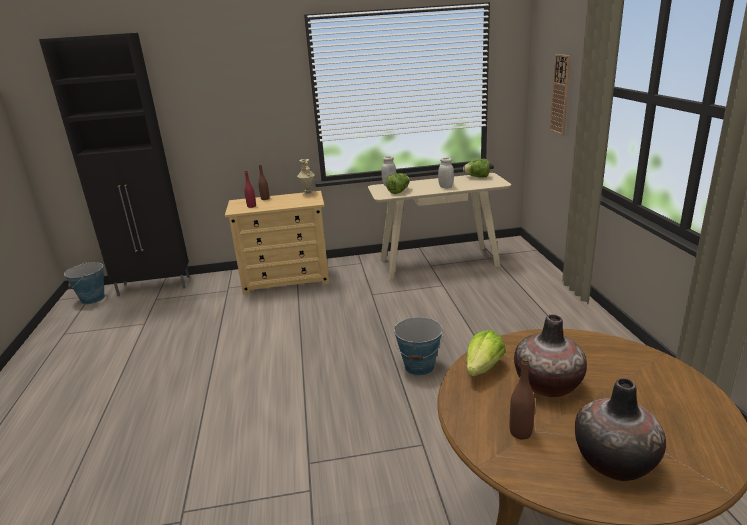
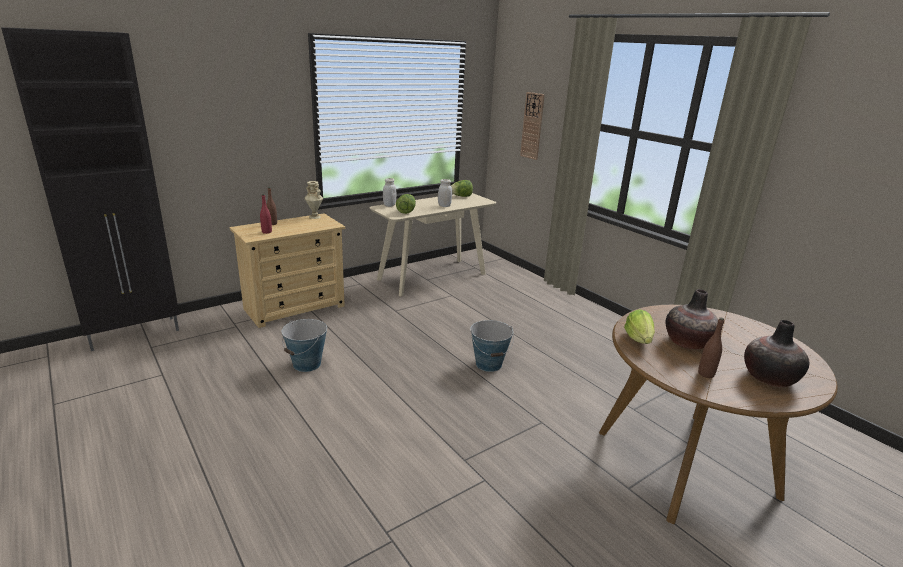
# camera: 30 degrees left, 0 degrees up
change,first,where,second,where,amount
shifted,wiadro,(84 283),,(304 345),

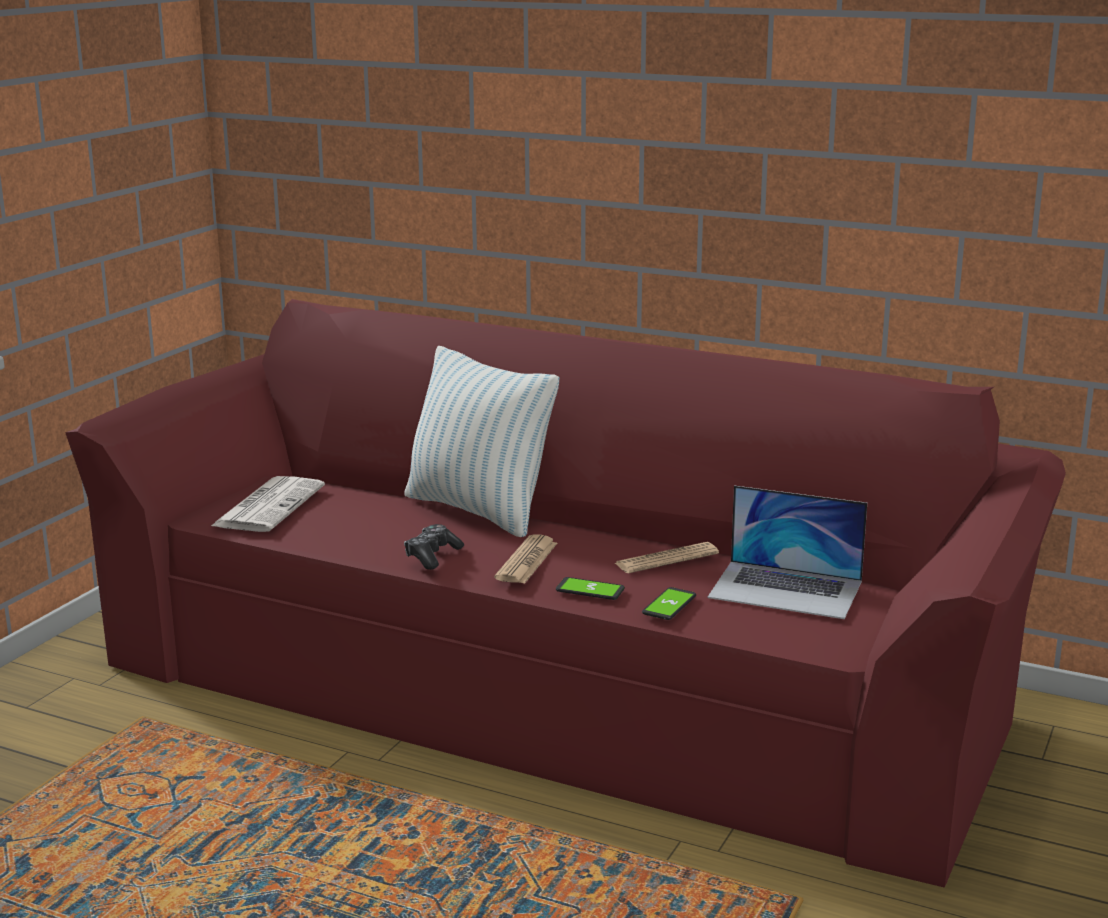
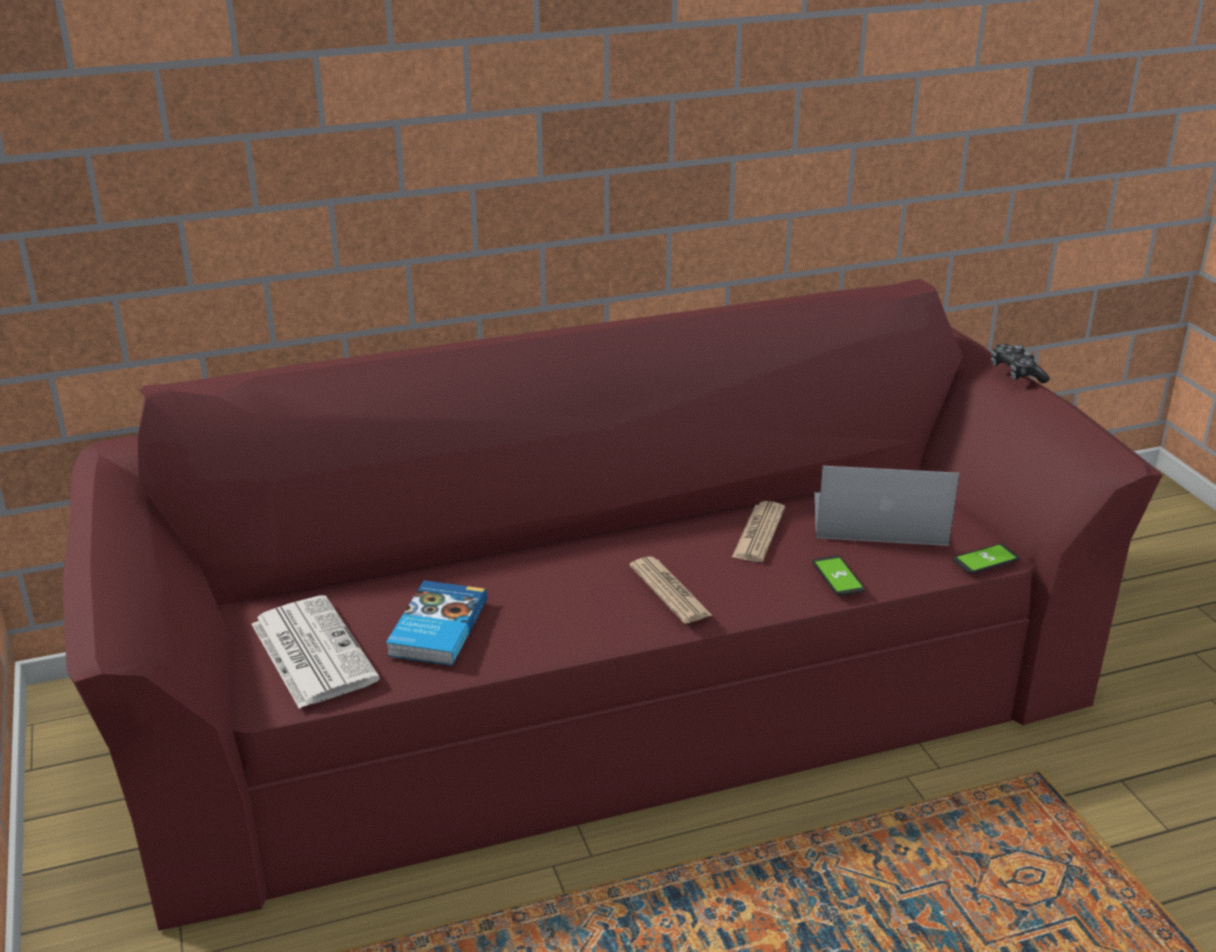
# camera: 45 degrees left, 10 degrees up
change,first,where,second,where,amount
gone,poduszka,(482 441),,,
new,,,książka,(436 623),
shifted,pad do gier,(434 547),,(1020 363),
shifted,telefon,(590 588),,(986 559),
rotated,laptop,(787 552),,(886 506),150 degrees counterclockwise

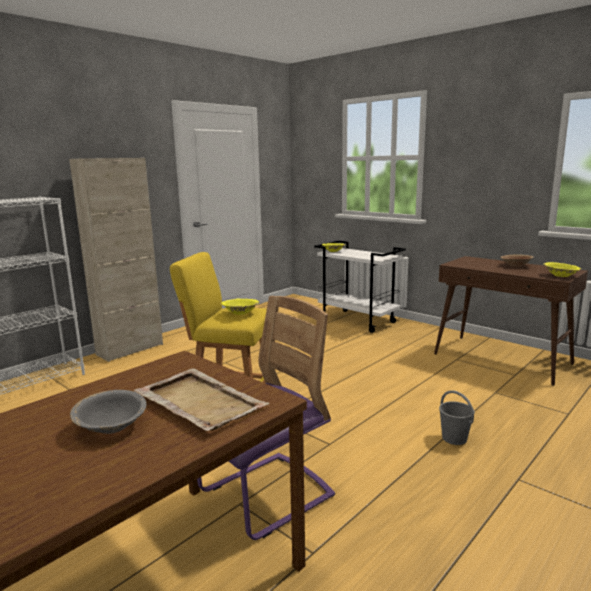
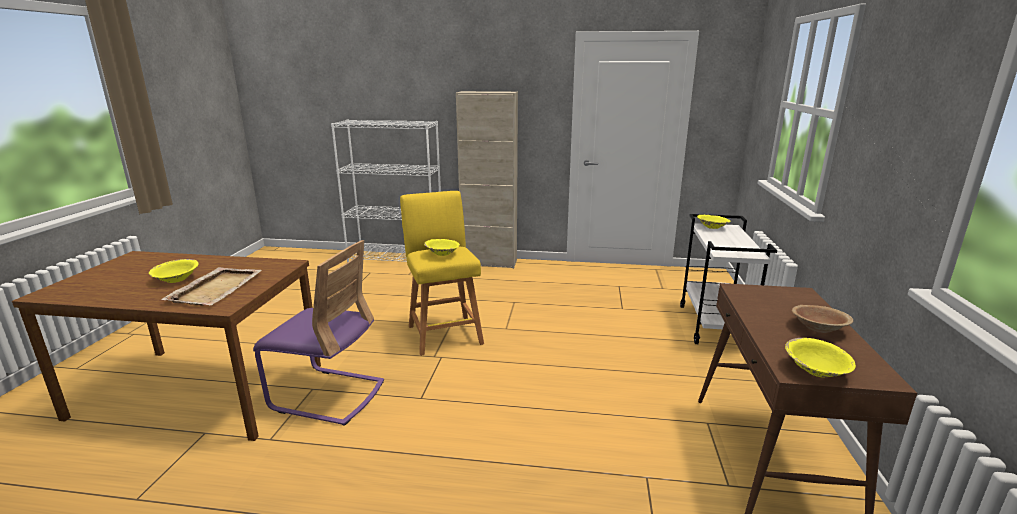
# camera: 55 degrees right, 5 degrees up
change,first,where,second,where,amount
gone,wiadro/szary,(457 417),,,
repainted,miska/szary,(108 412),miska/żółty,(174 271),

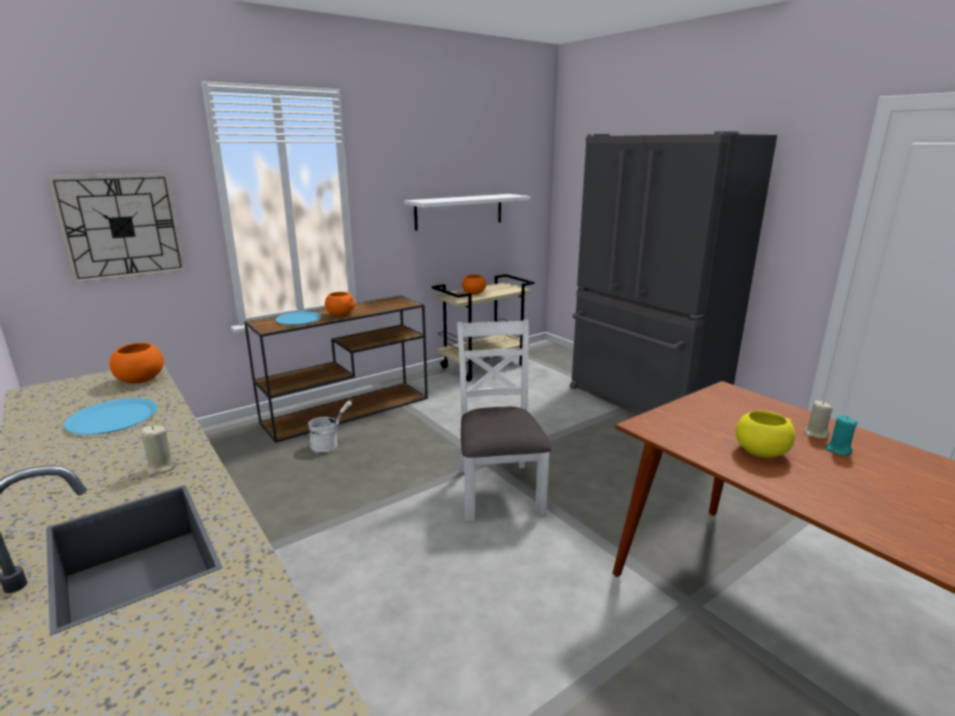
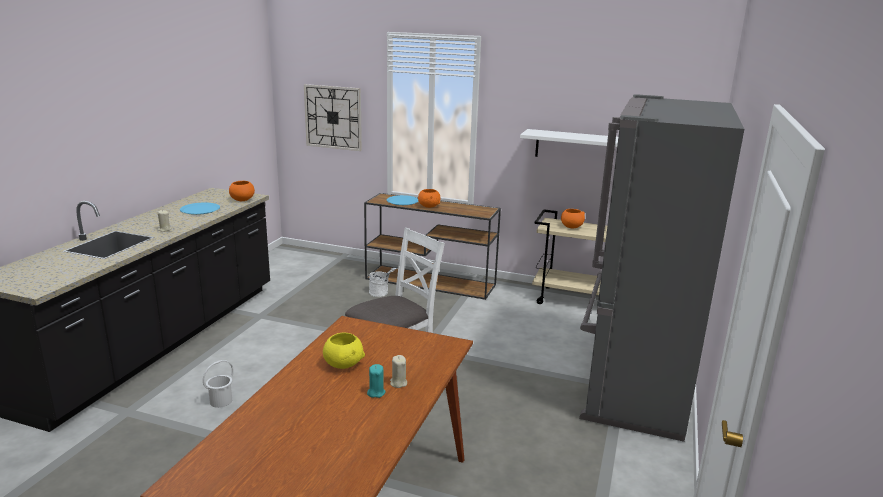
# camera: 55 degrees right, 0 degrees up
change,first,where,second,where,amount
new,,,wiadro/biały,(218 384),

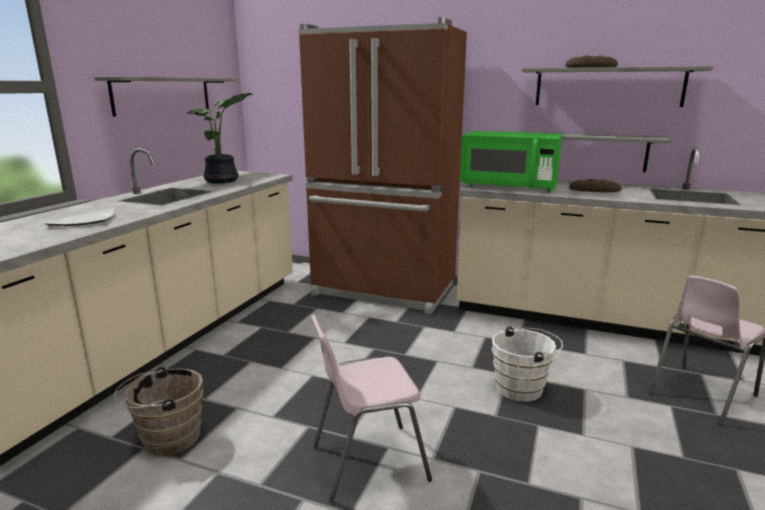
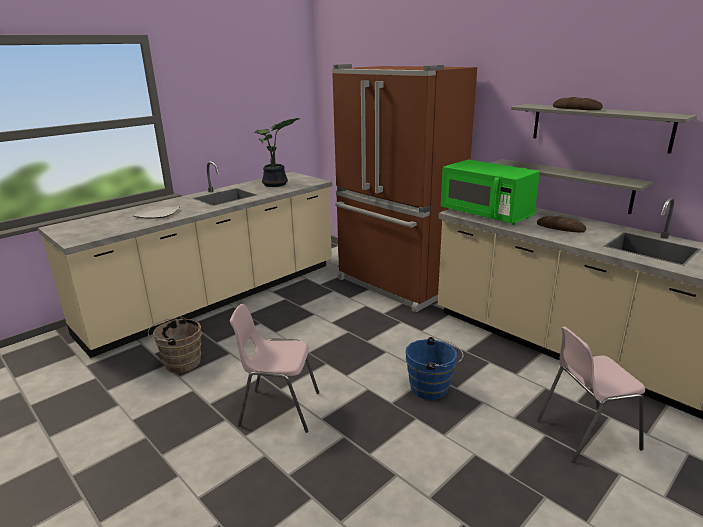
# camera: 25 degrees right, 5 degrees up
change,first,where,second,where,amount
gone,półka/szary,(164 97),,,
repainted,wiadro/biały,(527 364),wiadro/niebieski,(434 368),

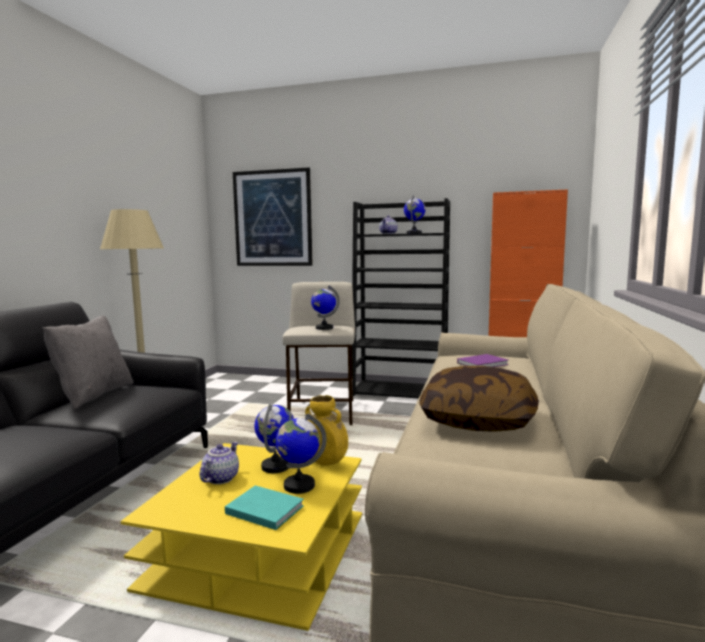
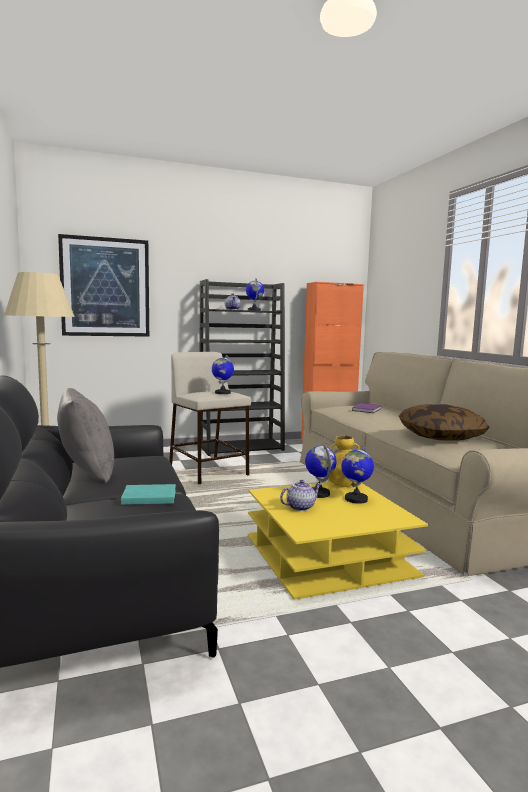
# camera: 35 degrees left, 0 degrees up
change,first,where,second,where,amount
shifted,książka/turkusowy,(264 507),,(148 494),
rotated,imbryk,(219 463),,(300 495),75 degrees clockwise

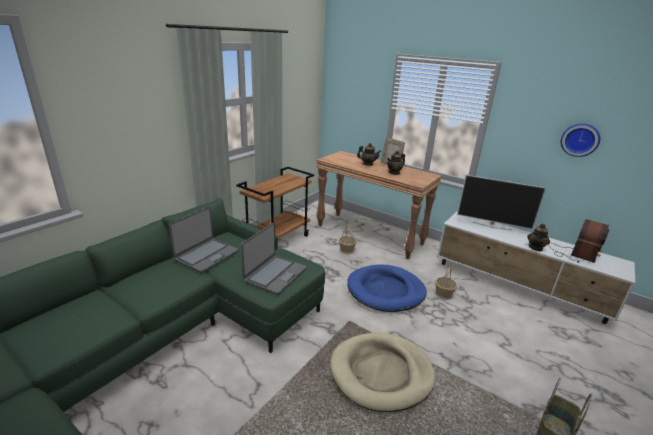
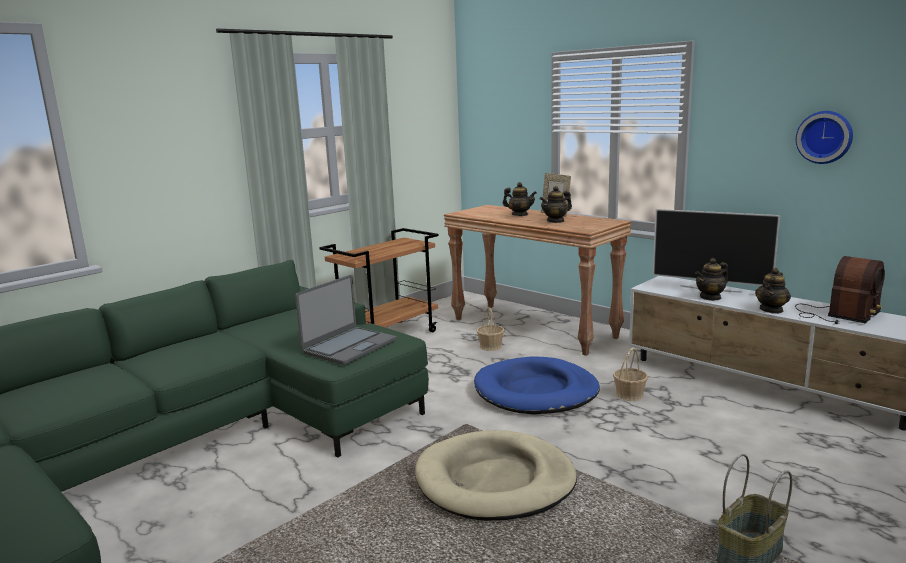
# camera: 10 degrees right, 10 degrees down
change,first,where,second,where,amount
gone,laptop,(204 240),,,
new,,,imbryk,(711 279),

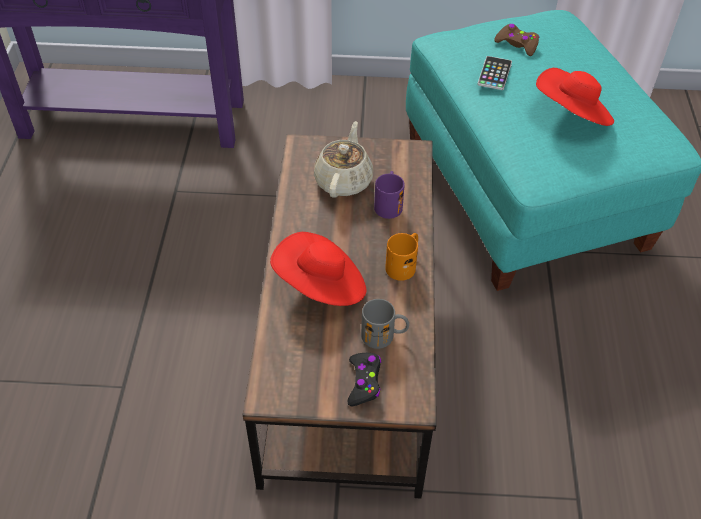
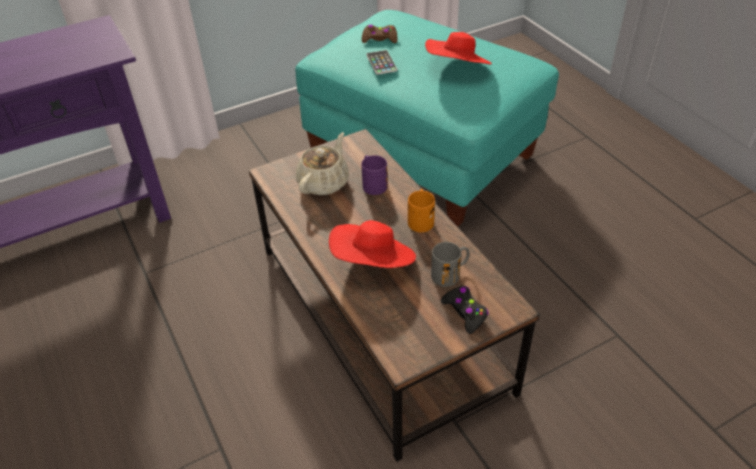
# camera: 30 degrees left, 5 degrees down
change,first,where,second,where,amount
rotated,imbryk/beżowy,(343 159),,(322 163),45 degrees clockwise

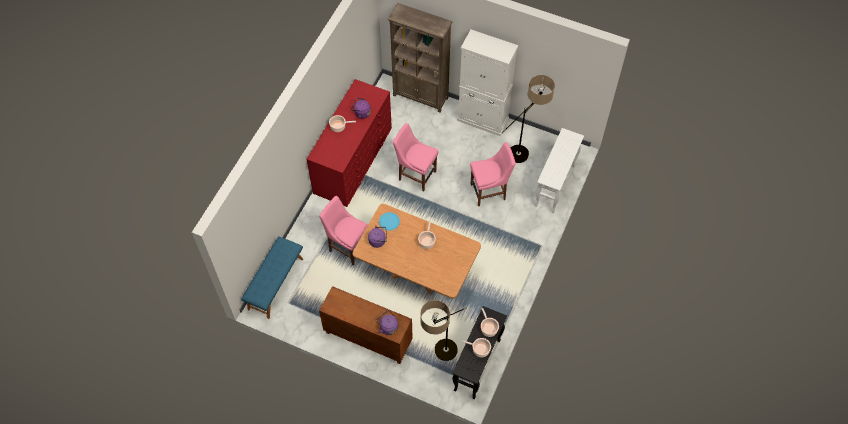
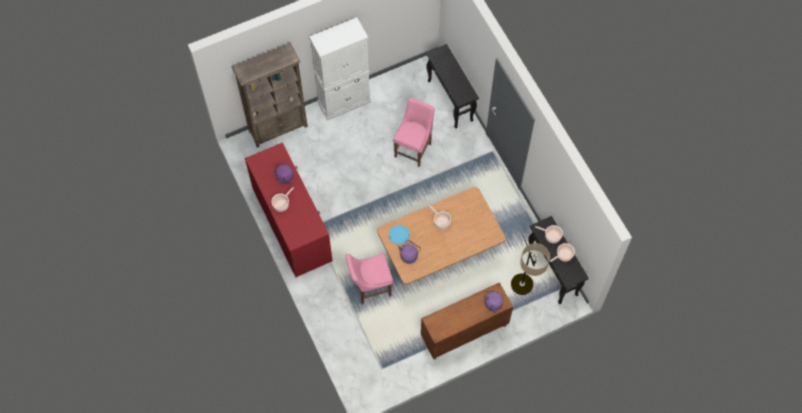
# camera: 50 degrees left, 5 degrees up
change,first,where,second,where,amount
gone,ławka/niebieski,(272 277),,,
gone,krzesło/różowy,(415 157),,,
gone,lampa stojąca,(528 119),,,
repainted,stolik konsolowy/biały,(559 170),stolik konsolowy/czarny,(452 86),

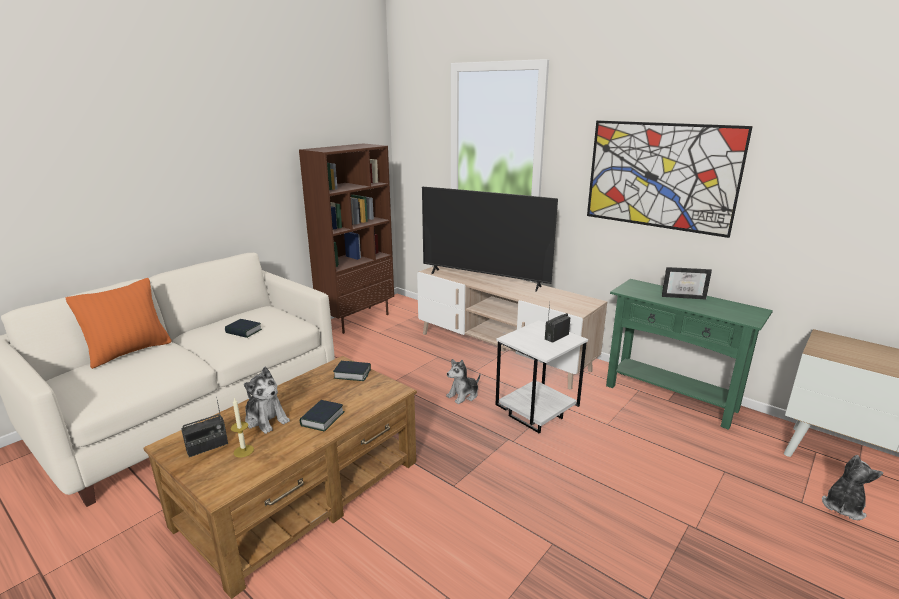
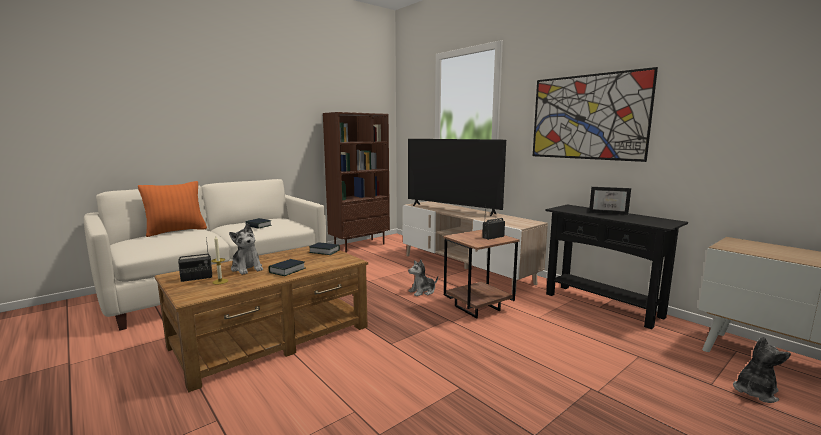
# camera: 10 degrees right, 10 degrees down
change,first,where,second,where,amount
repainted,stolik/biały,(541 377),stolik/brązowy,(481 273),
repainted,stolik konsolowy/zielony,(689 354),stolik konsolowy/czarny,(617 266),

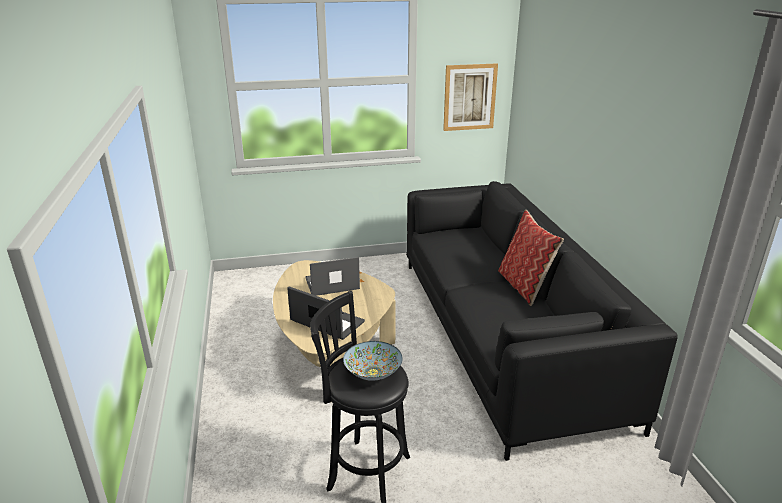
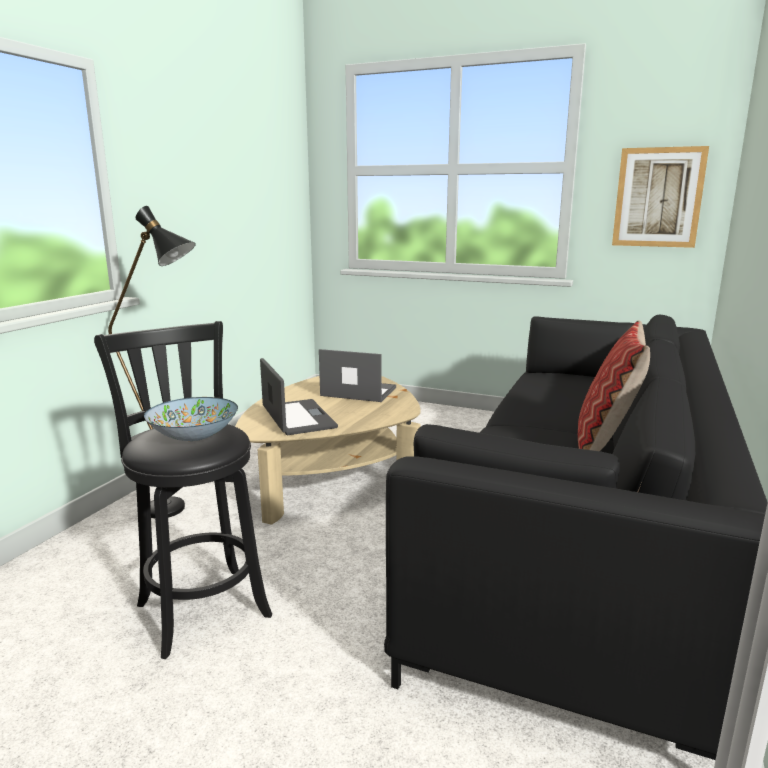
# camera: 35 degrees right, 10 degrees down
change,first,where,second,where,amount
new,,,lampa stojąca/czarny,(152 362),

